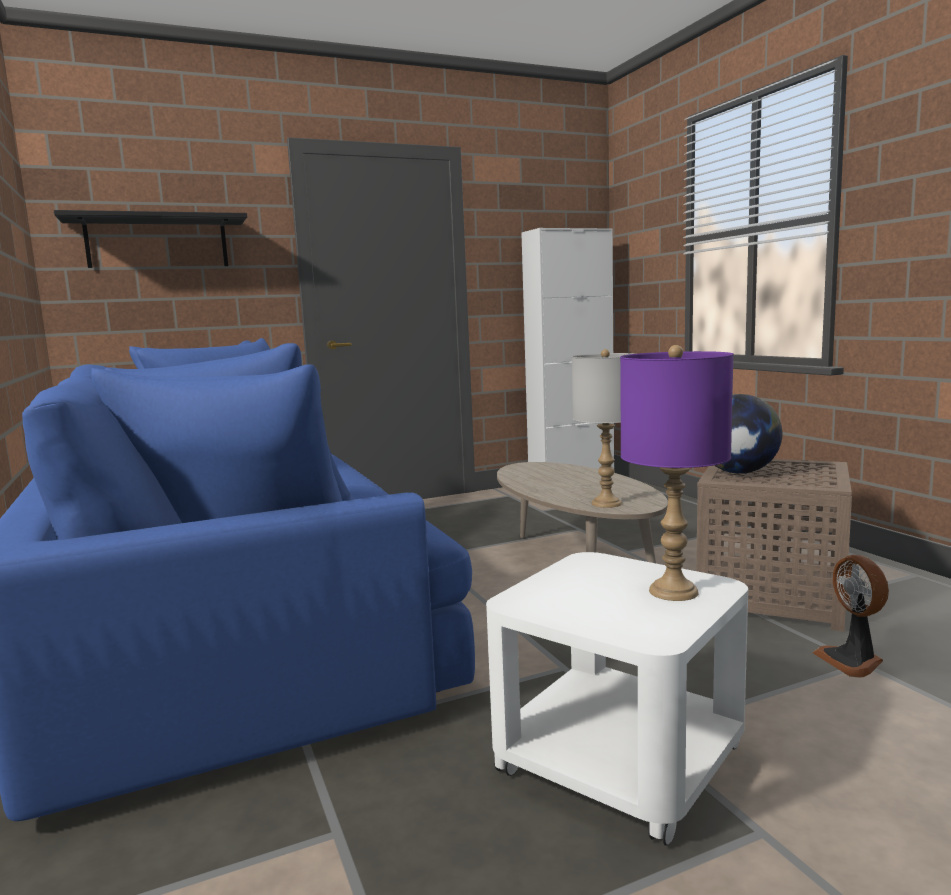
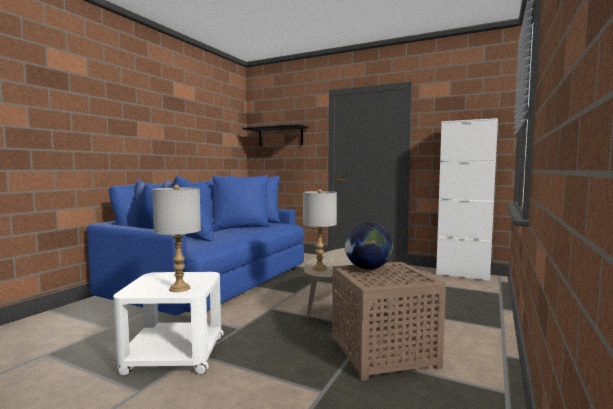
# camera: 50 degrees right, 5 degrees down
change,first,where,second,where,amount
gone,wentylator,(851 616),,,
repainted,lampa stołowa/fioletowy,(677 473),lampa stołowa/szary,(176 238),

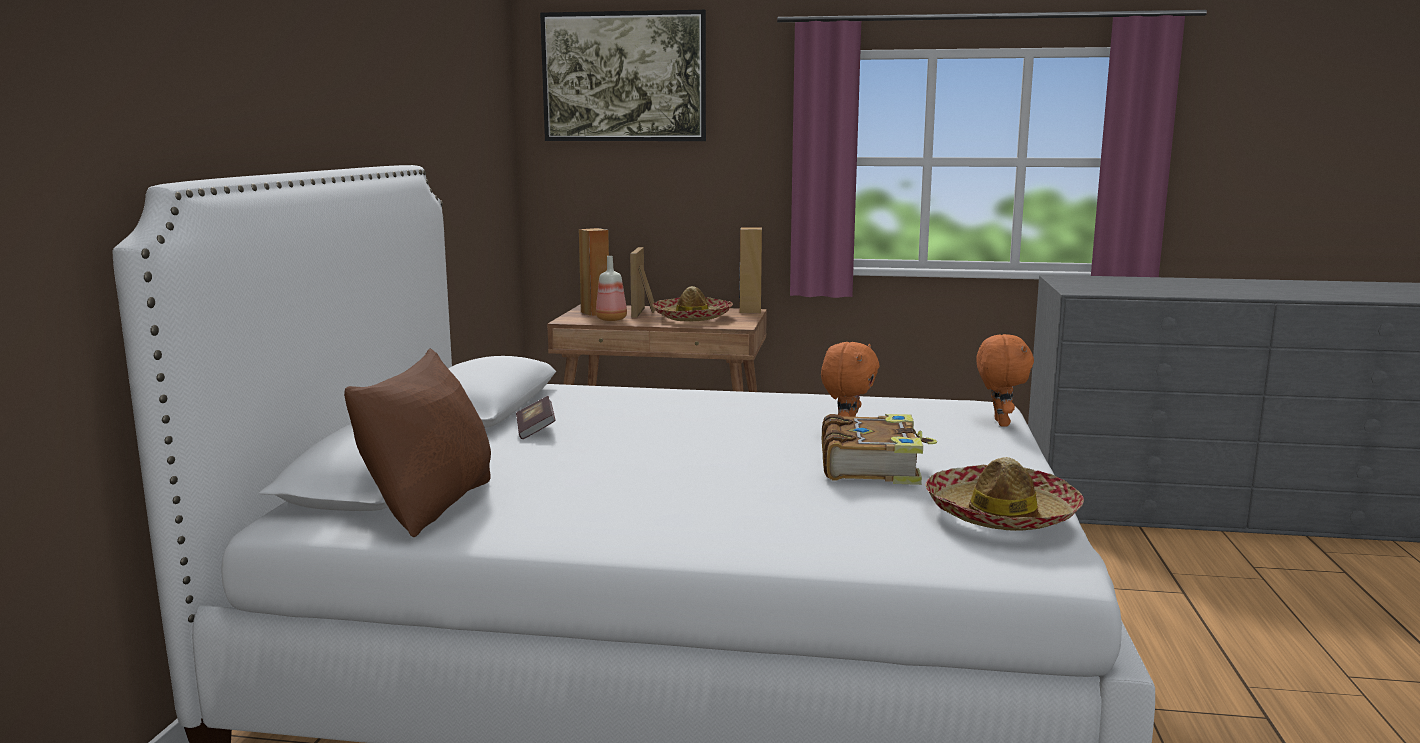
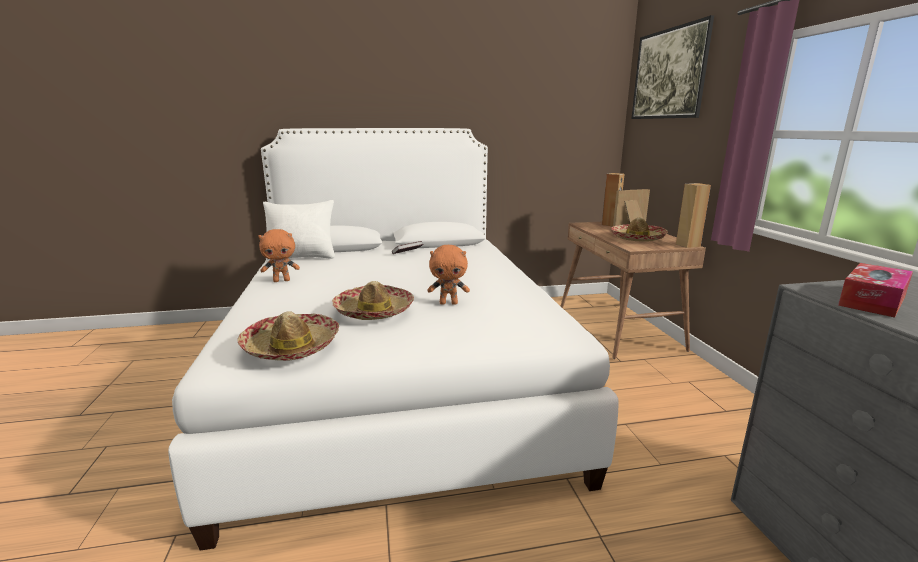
# camera: 70 degrees right, 5 degrees up
change,first,where,second,where,amount
gone,butelka,(611 288),,,
new,,,pudełko chusteczek,(875 290),
shifted,pluszak/pomarańczowy,(1005 380),,(279 255),
swapped,książka,(879 449),kapelusz,(373 300),
repainted,poduszka/brązowy,(417 442),poduszka/biały,(299 230),

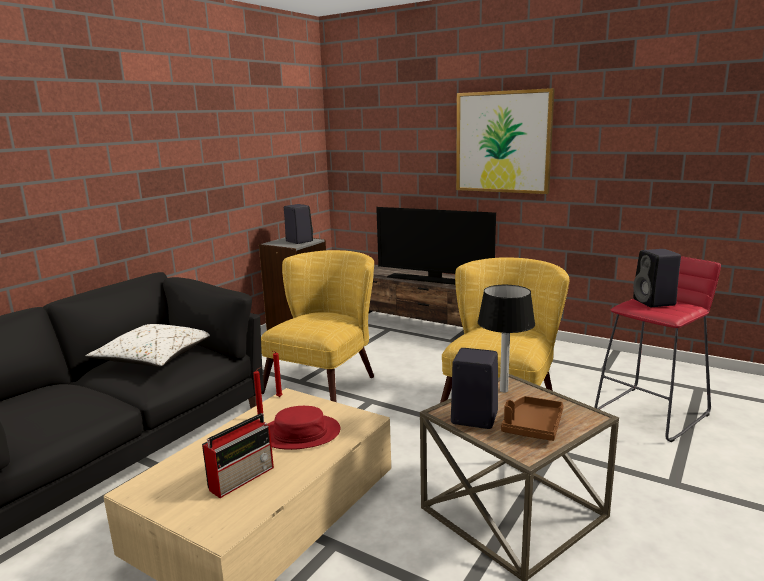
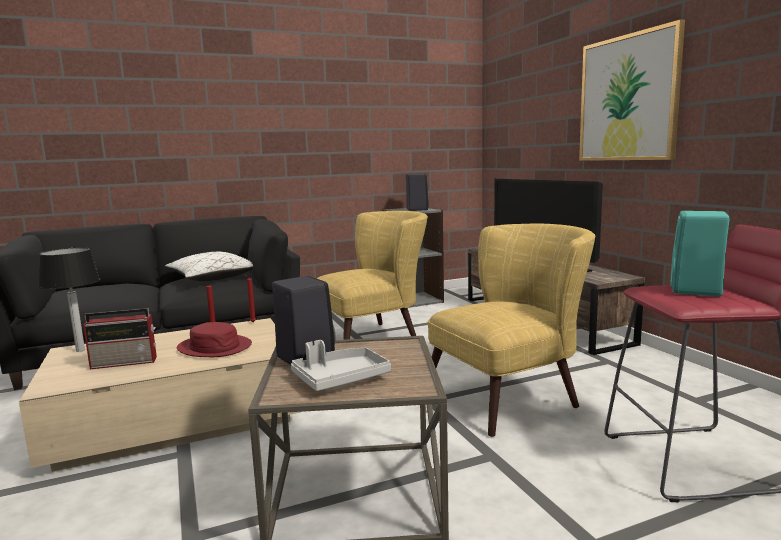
# camera: 35 degrees right, 5 degrees down
change,first,where,second,where,amount
shifted,lampa stołowa,(506 338),,(69 300),
repainted,taca/brązowy,(532 418),taca/szary,(341 365),
repainted,głośnik/czarny,(657 278),głośnik/turkusowy,(700 253),

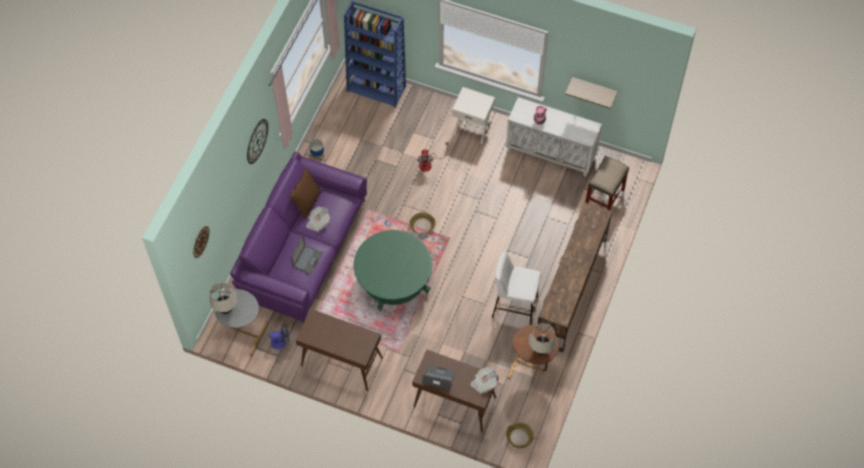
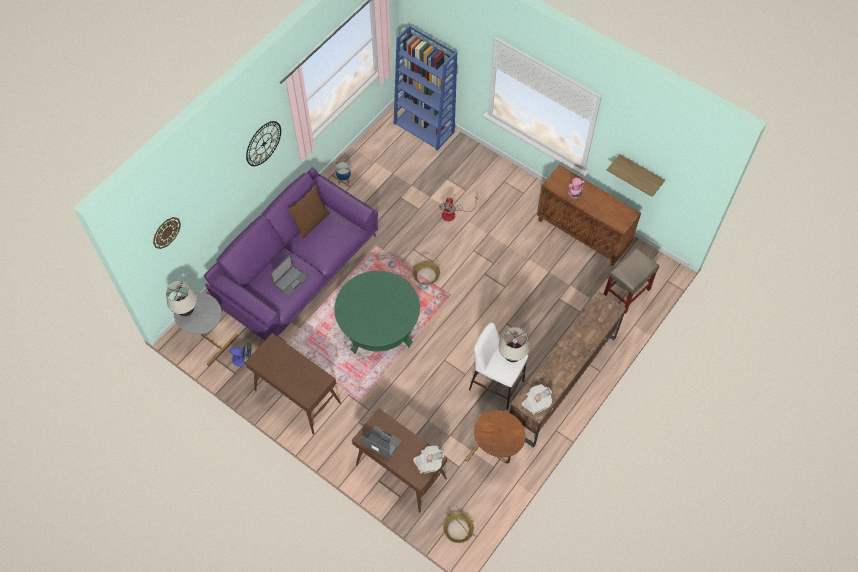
# camera: 15 degrees right, 0 degrees up
change,first,where,second,where,amount
gone,szafka nocna/biały,(473 115),,,
shifted,gazeta,(318 219),,(537 399),
shifted,lampa stołowa/beżowy,(543 339),,(514 344),
repainted,szafka/biały,(554 137),szafka/brązowy,(589 215),

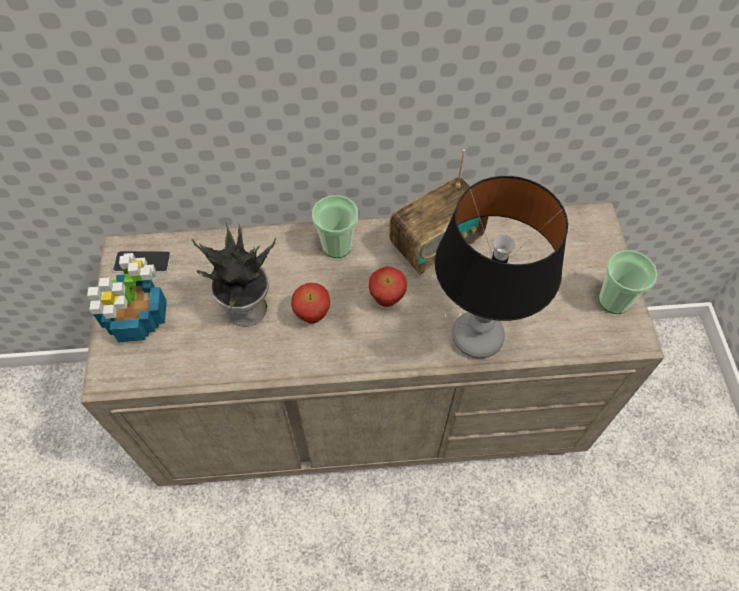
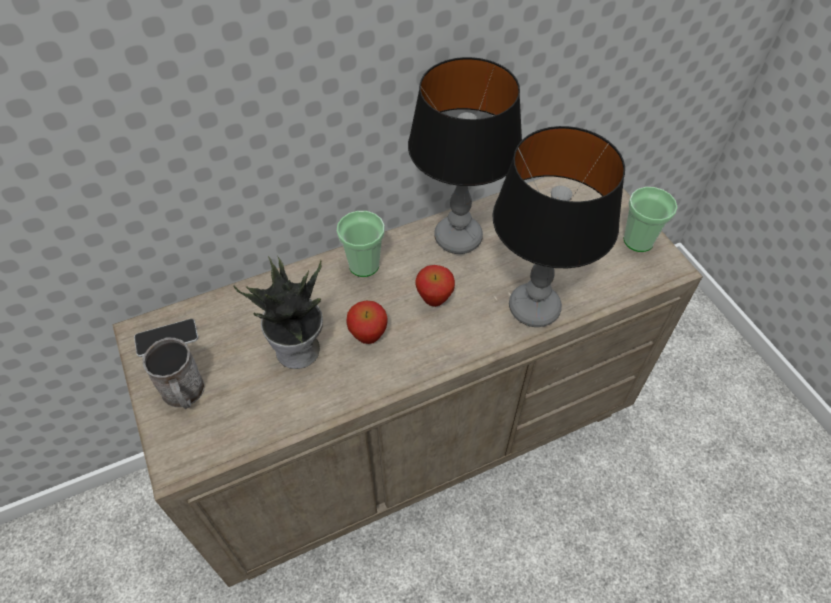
# camera: 20 degrees left, 5 degrees down
change,first,where,second,where,amount
swapped,roślina doniczkowa,(127 297),kubek/szary,(173 373),
swapped,radio,(439 212),lampa stołowa,(465 155),

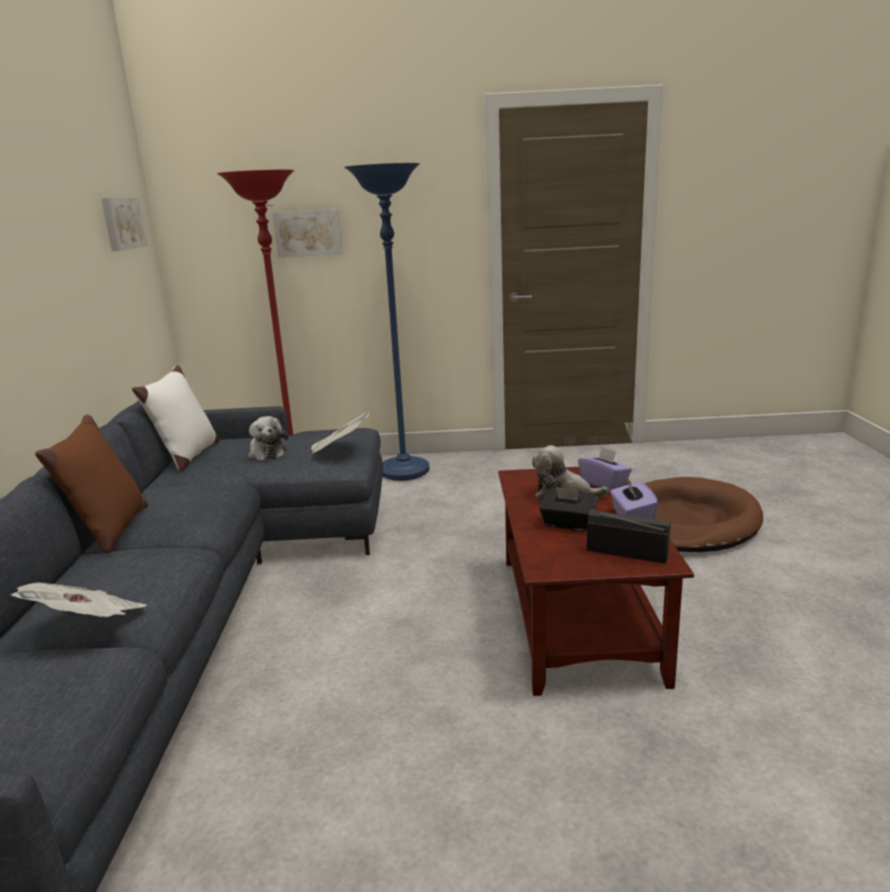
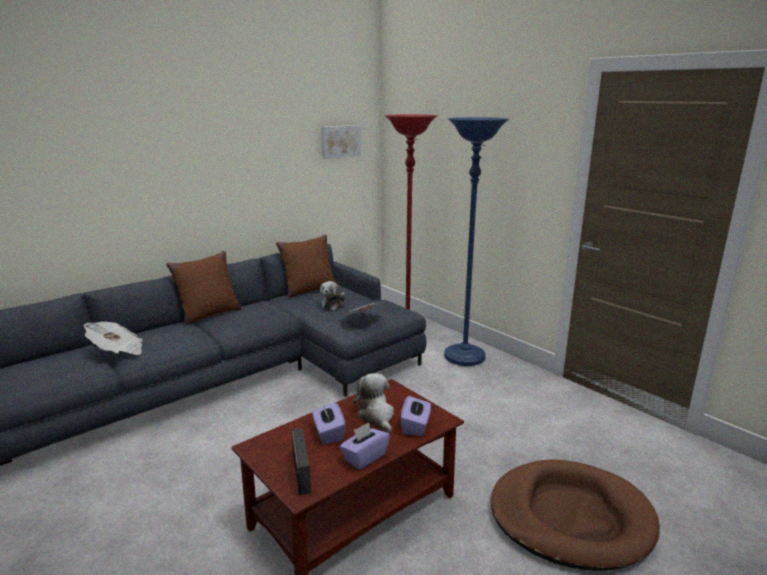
# camera: 50 degrees right, 0 degrees up
change,first,where,second,where,amount
gone,obraz,(307 233),,,
repainted,poduszka/biały,(176 418),poduszka/brązowy,(306 266),
repainted,pudełko chusteczek/czarny,(568 509),pudełko chusteczek/fioletowy,(329 423),

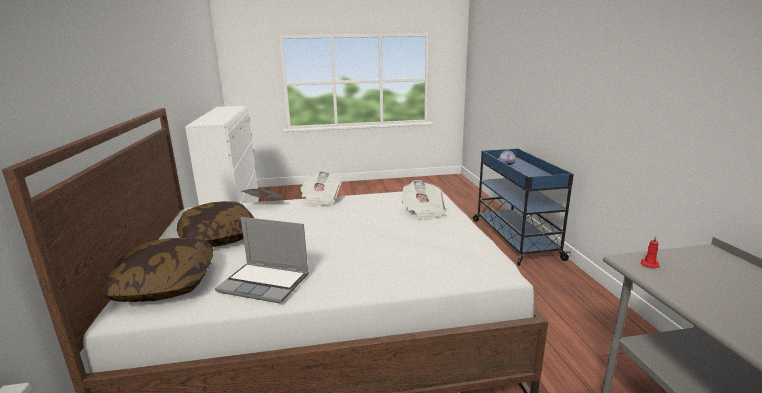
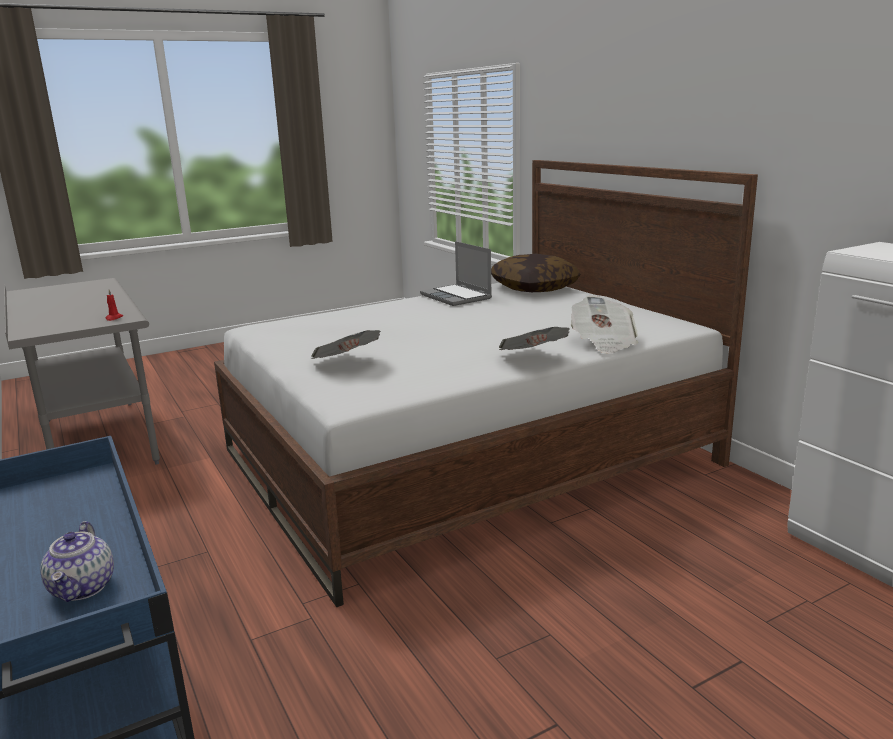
# camera: 160 degrees right, 0 degrees up
change,first,where,second,where,amount
gone,poduszka,(215 224),,,
rotated,laptop,(262 260),,(456 273),120 degrees counterclockwise

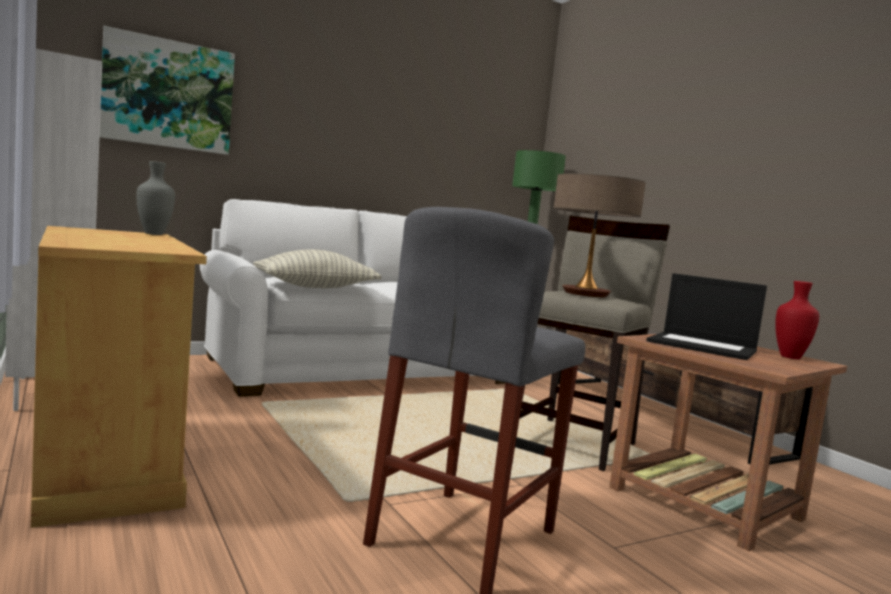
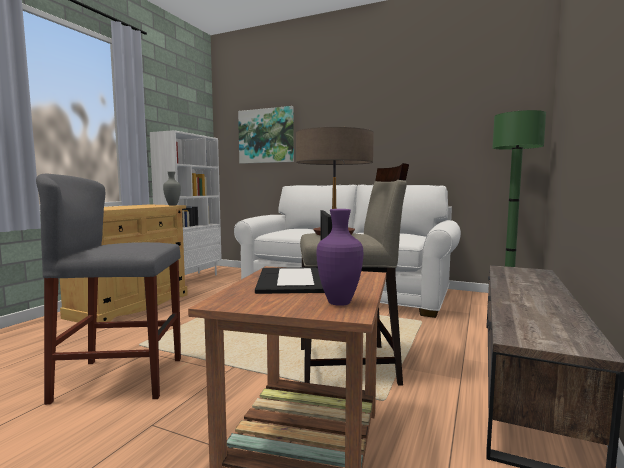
# camera: 55 degrees right, 0 degrees up
change,first,where,second,where,amount
gone,poduszka,(317 268),,,
repainted,wazon/czerwony,(797 320),wazon/fioletowy,(339 257),

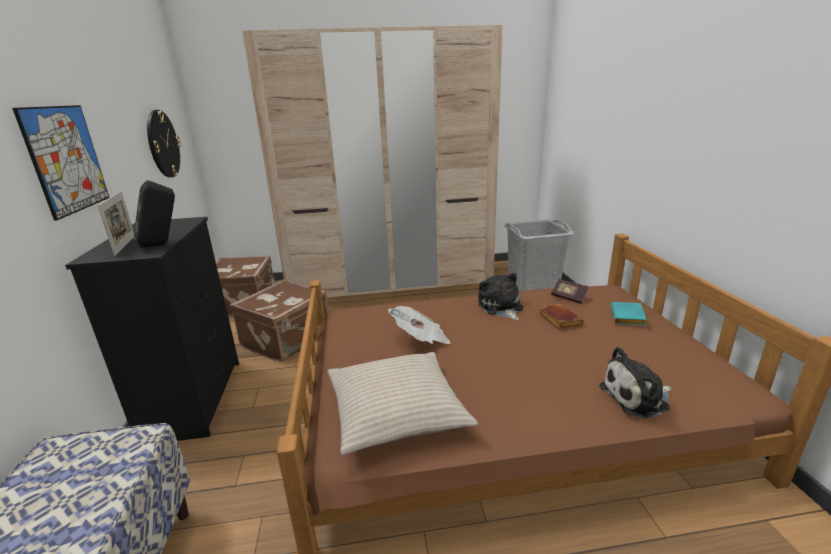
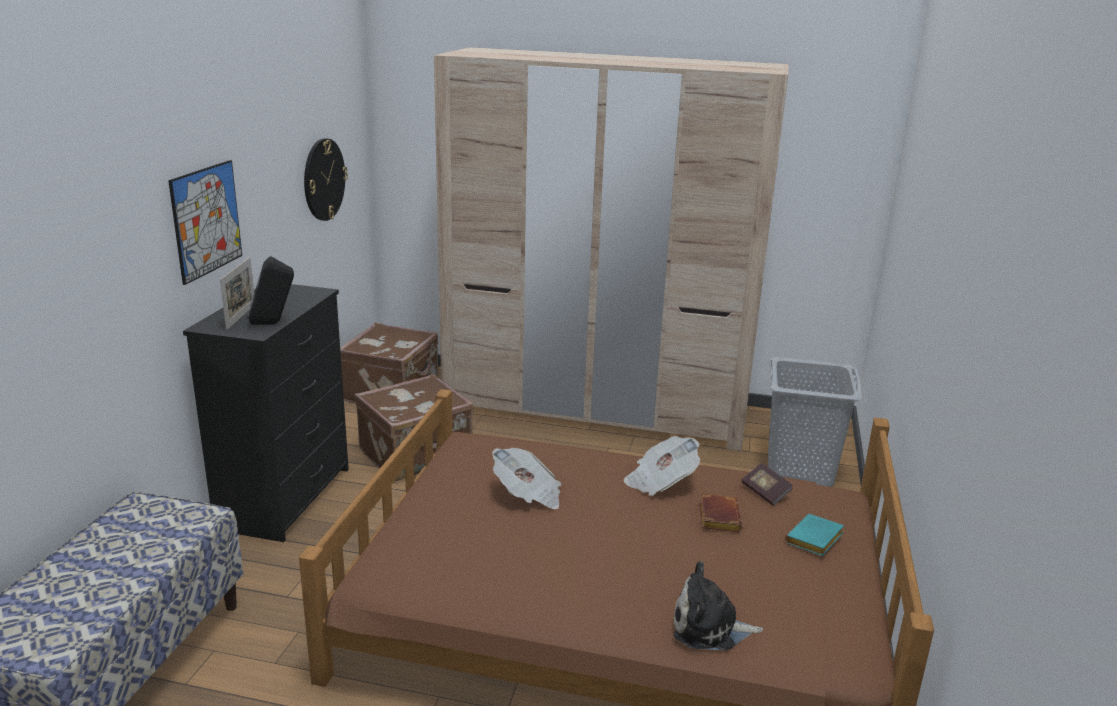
# camera: 20 degrees right, 0 degrees up
change,first,where,second,where,amount
gone,poduszka/beżowy,(403 403),,,
swapped,pluszak,(500 296),gazeta,(662 466),

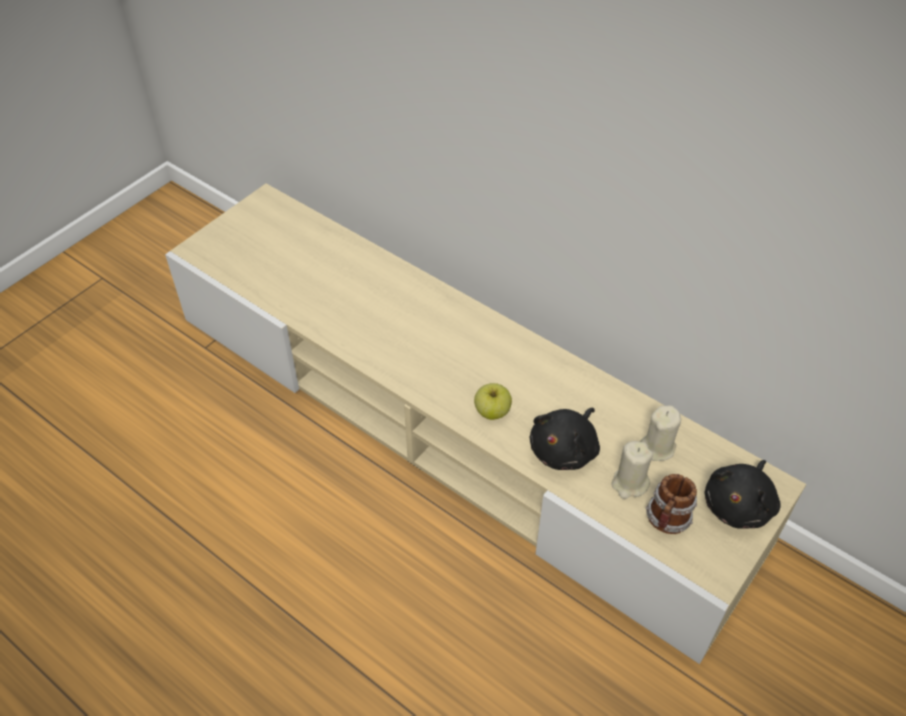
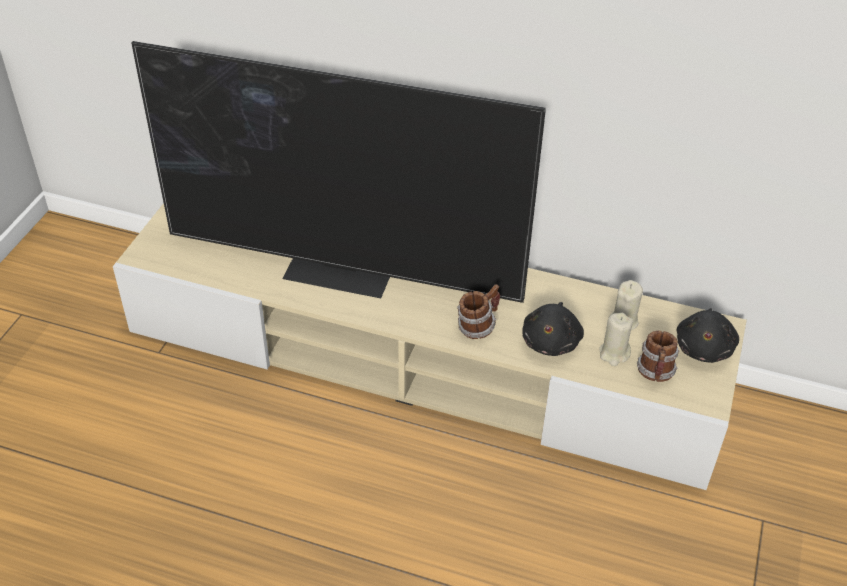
# camera: 20 degrees left, 5 degrees down
change,first,where,second,where,amount
new,,,telewizor,(338 172),
swapped,jabłko,(493 401),kubek,(478 311),

